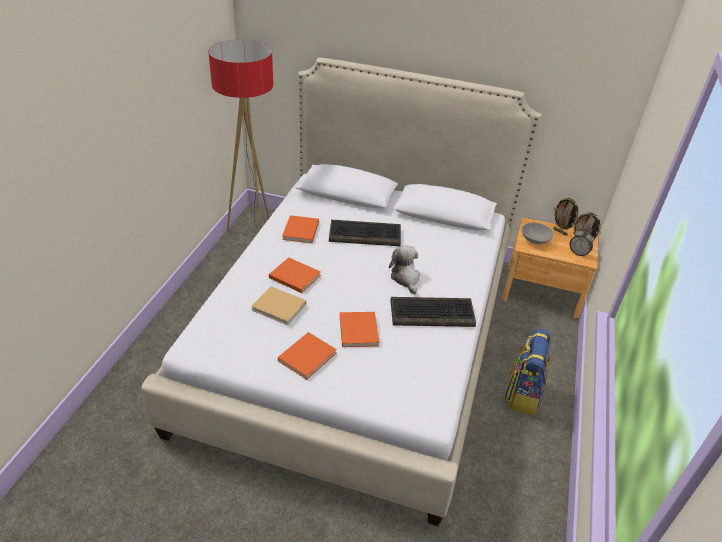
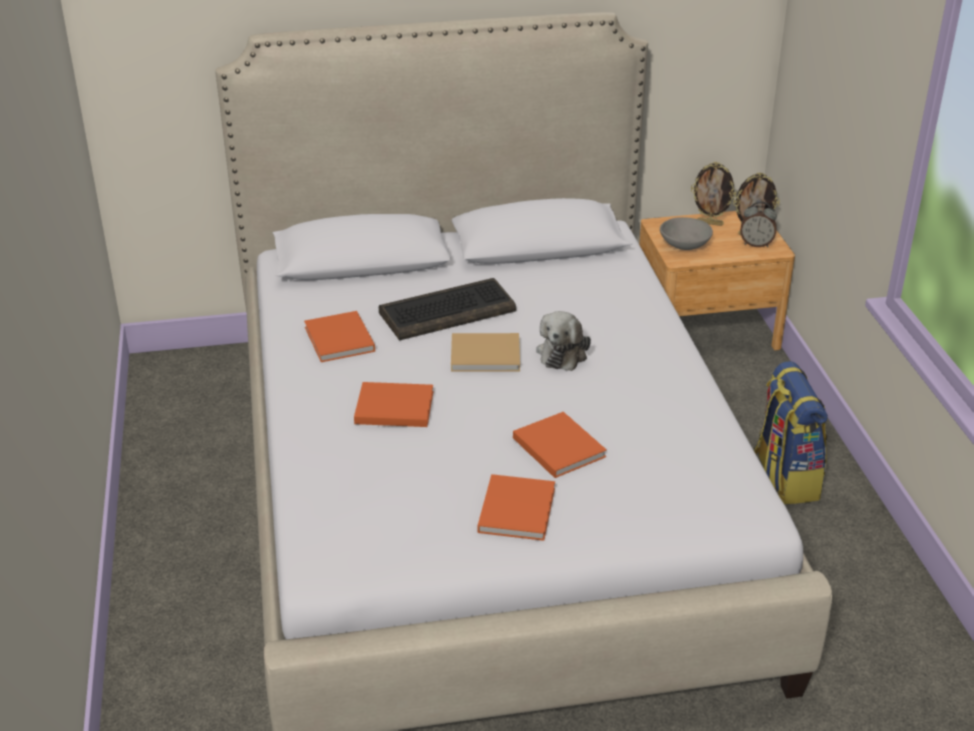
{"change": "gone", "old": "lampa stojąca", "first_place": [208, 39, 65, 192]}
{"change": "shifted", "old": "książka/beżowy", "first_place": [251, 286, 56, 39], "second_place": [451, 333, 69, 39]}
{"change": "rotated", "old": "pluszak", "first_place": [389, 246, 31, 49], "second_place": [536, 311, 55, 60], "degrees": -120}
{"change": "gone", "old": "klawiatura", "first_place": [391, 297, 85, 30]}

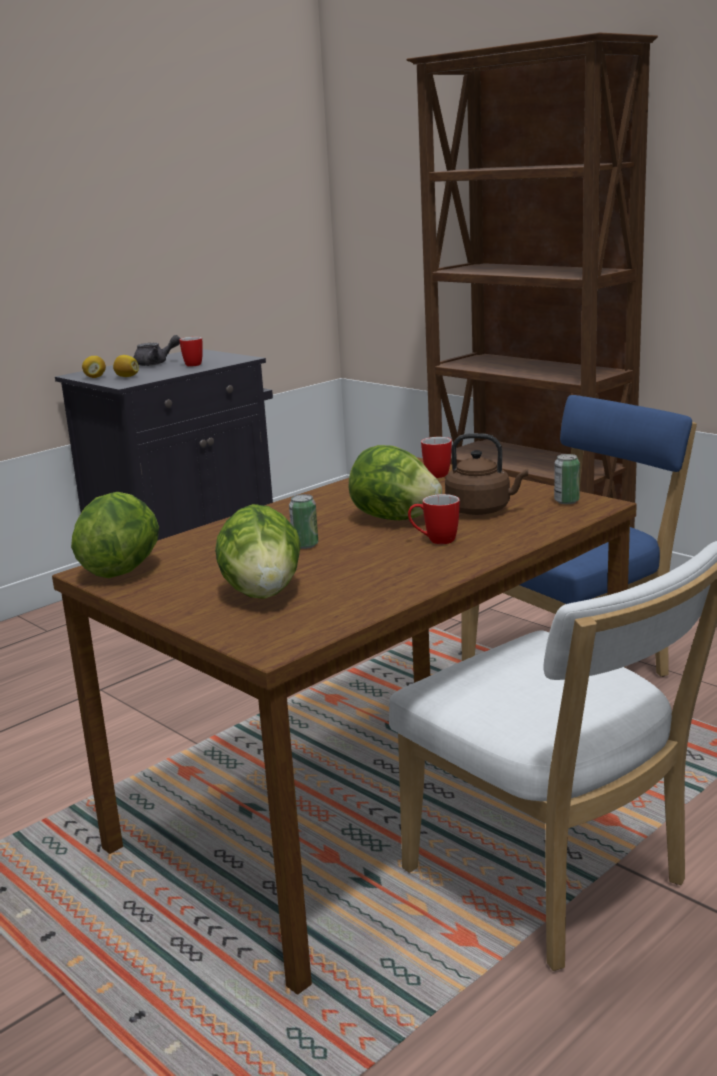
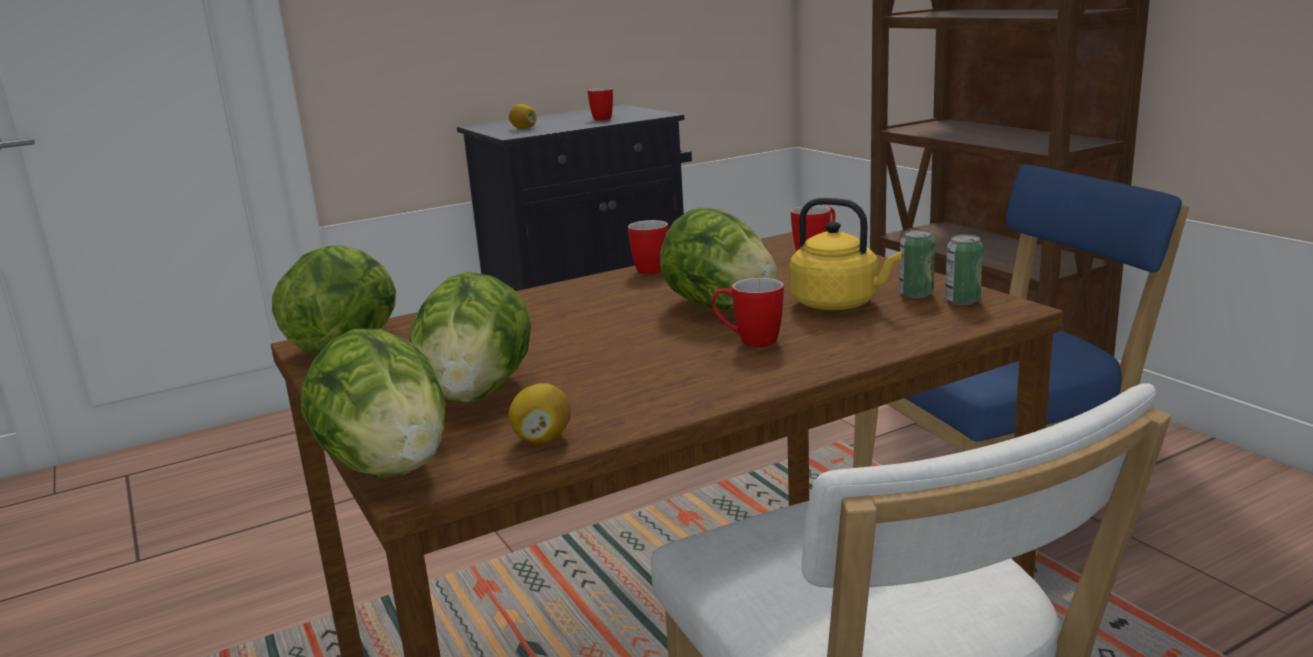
{"change": "shifted", "old": "cytryna", "first_place": [82, 356, 24, 22], "second_place": [509, 383, 62, 61]}
{"change": "gone", "old": "imbryk/szary", "first_place": [133, 335, 48, 31]}
{"change": "shifted", "old": "puszka", "first_place": [289, 494, 29, 55], "second_place": [899, 230, 36, 68]}
{"change": "repainted", "old": "czajnik/brązowy", "new": "czajnik/żółty", "first_place": [445, 433, 83, 82], "second_place": [789, 198, 113, 112]}
{"change": "new", "new": "sałata", "second_place": [301, 329, 145, 149]}
{"change": "new", "new": "kubek", "second_place": [628, 220, 40, 54]}

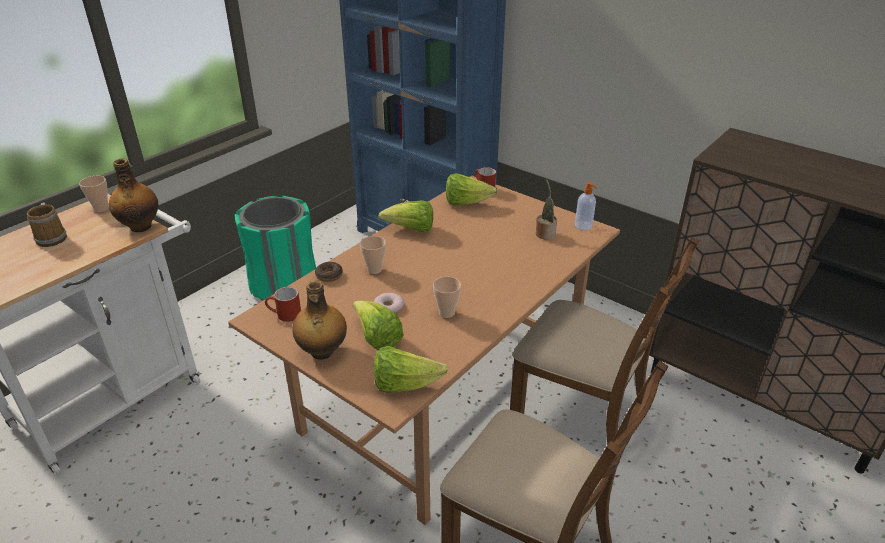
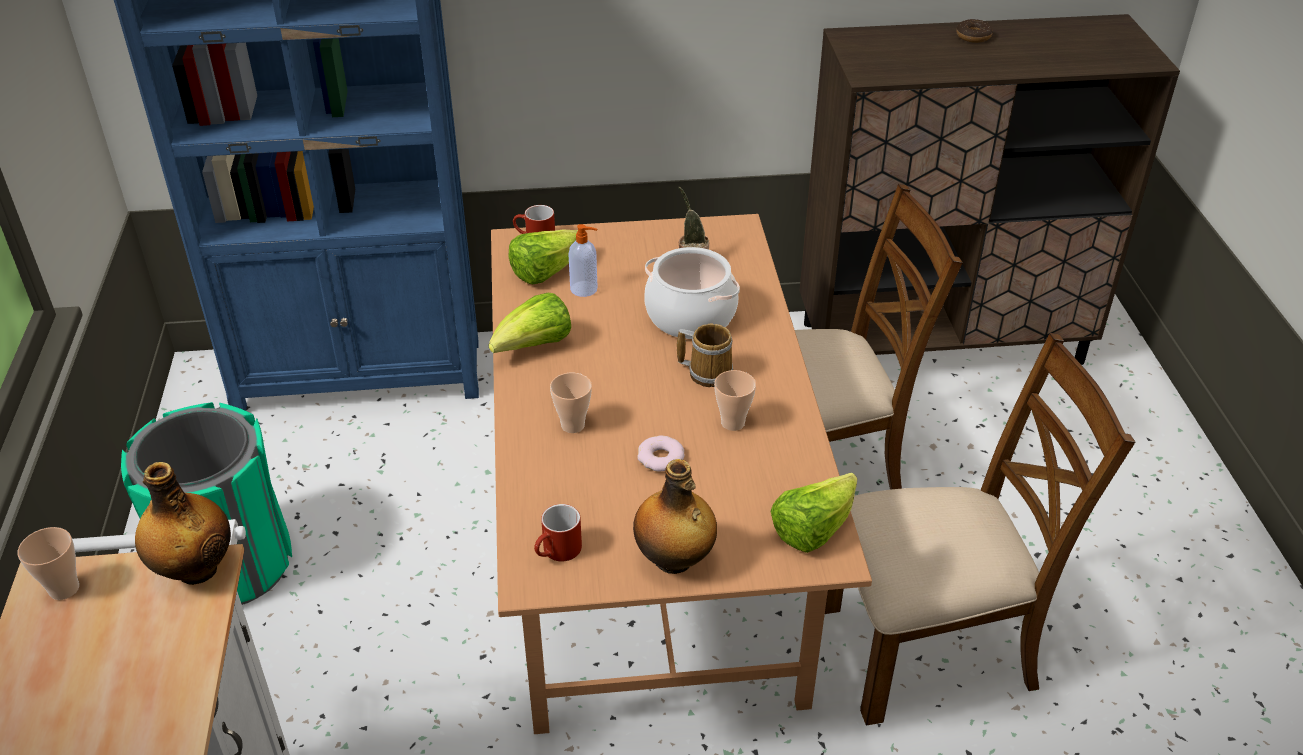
{"change": "shifted", "old": "kubek", "first_place": [27, 202, 40, 45], "second_place": [677, 324, 56, 63]}
{"change": "shifted", "old": "donut", "first_place": [315, 262, 28, 20], "second_place": [956, 19, 37, 24]}
{"change": "gone", "old": "sałata", "first_place": [352, 300, 52, 50]}
{"change": "shifted", "old": "dozownik mydła", "first_place": [575, 182, 22, 48], "second_place": [568, 224, 29, 73]}
{"change": "new", "new": "garnek", "second_place": [644, 247, 96, 92]}

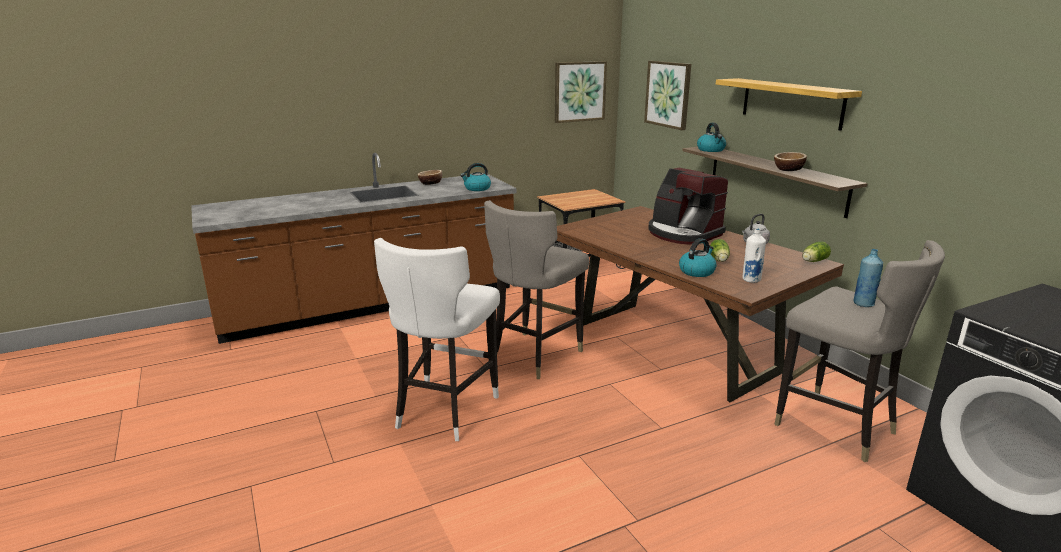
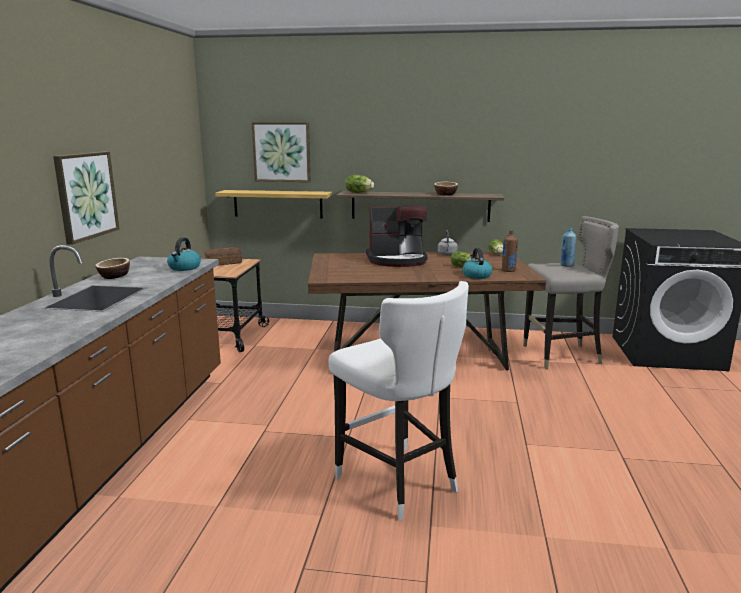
{"change": "gone", "old": "stołek/szary", "first_place": [484, 200, 105, 179]}
{"change": "shifted", "old": "obraz", "first_place": [555, 61, 52, 62], "second_place": [53, 152, 67, 93]}
{"change": "swapped", "old": "czajnik", "new": "sałata", "first_place": [697, 123, 29, 29], "second_place": [345, 175, 29, 18]}
{"change": "shifted", "old": "półka", "first_place": [716, 78, 146, 53], "second_place": [215, 190, 117, 29]}
{"change": "repainted", "old": "butelka/biały", "new": "butelka/brązowy", "first_place": [742, 228, 24, 55], "second_place": [502, 230, 16, 42]}
{"change": "new", "new": "chleb", "second_place": [204, 247, 38, 18]}

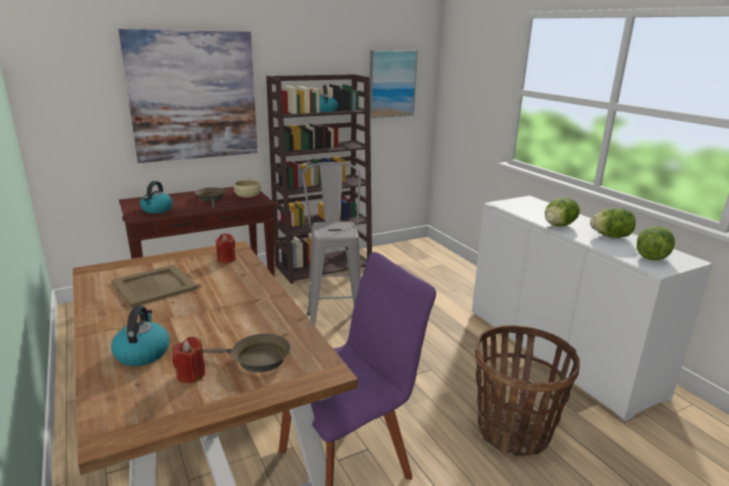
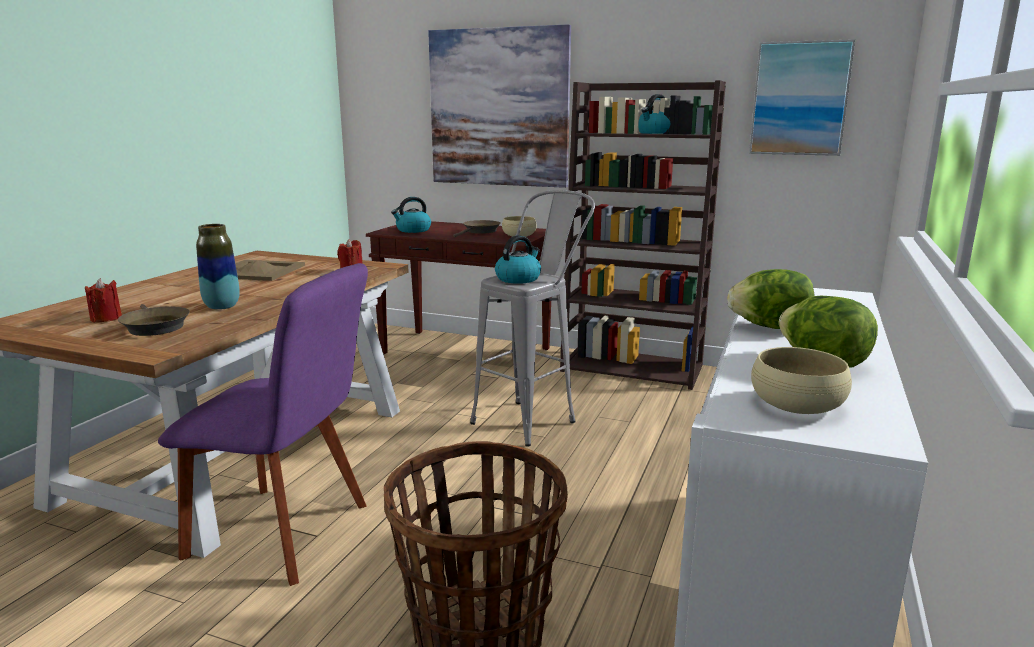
{"change": "shifted", "old": "czajnik", "first_place": [111, 306, 59, 60], "second_place": [495, 235, 46, 49]}
{"change": "swapped", "old": "sałata", "new": "miska/beżowy", "first_place": [637, 226, 38, 34], "second_place": [751, 347, 101, 67]}
{"change": "new", "new": "wazon", "second_place": [196, 224, 44, 86]}

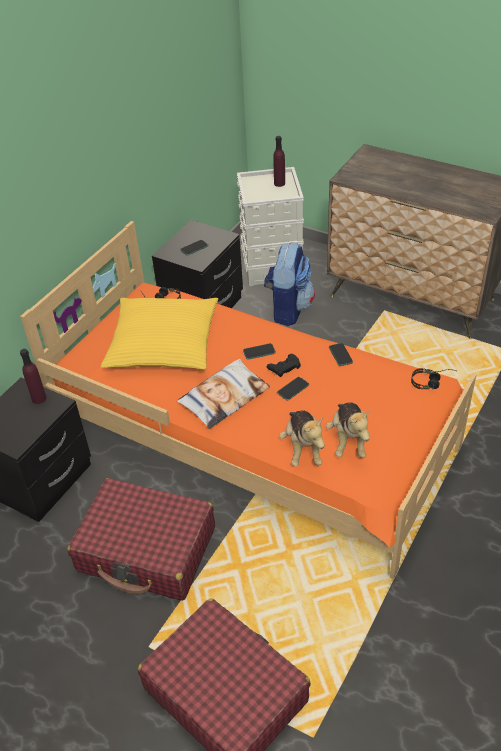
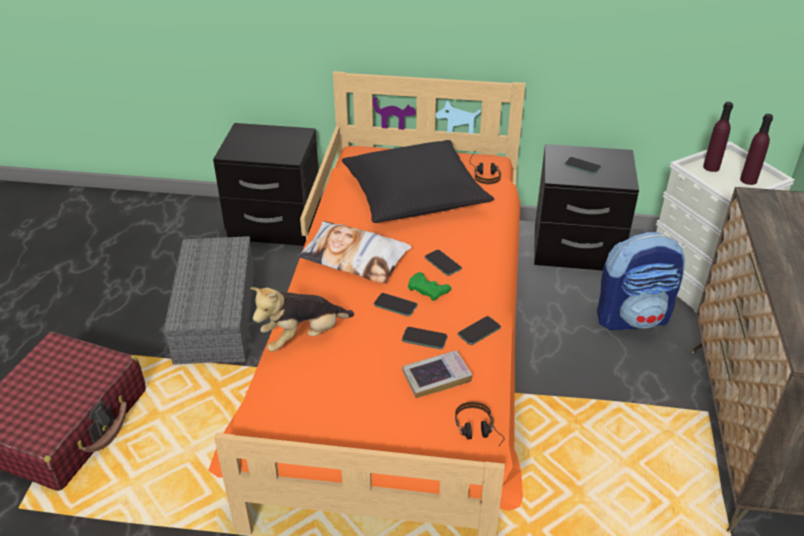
{"change": "shifted", "old": "butelka/fioletowy", "first_place": [20, 349, 26, 55], "second_place": [703, 102, 30, 70]}
{"change": "swapped", "old": "walizka/czerwony", "new": "pojemnik do przechowywania/szary", "first_place": [67, 478, 148, 123], "second_place": [163, 236, 91, 129]}
{"change": "repainted", "old": "poduszka/żółty", "new": "poduszka/czarny", "first_place": [101, 298, 117, 71], "second_place": [342, 140, 152, 83]}
{"change": "repainted", "old": "pad do gier/czarny", "new": "pad do gier/zielony", "first_place": [267, 354, 34, 23], "second_place": [408, 272, 44, 29]}
{"change": "gone", "old": "pluszak", "first_place": [326, 402, 44, 56]}
{"change": "new", "new": "telefon", "second_place": [402, 327, 45, 22]}
{"change": "new", "new": "książka", "second_place": [402, 350, 70, 48]}

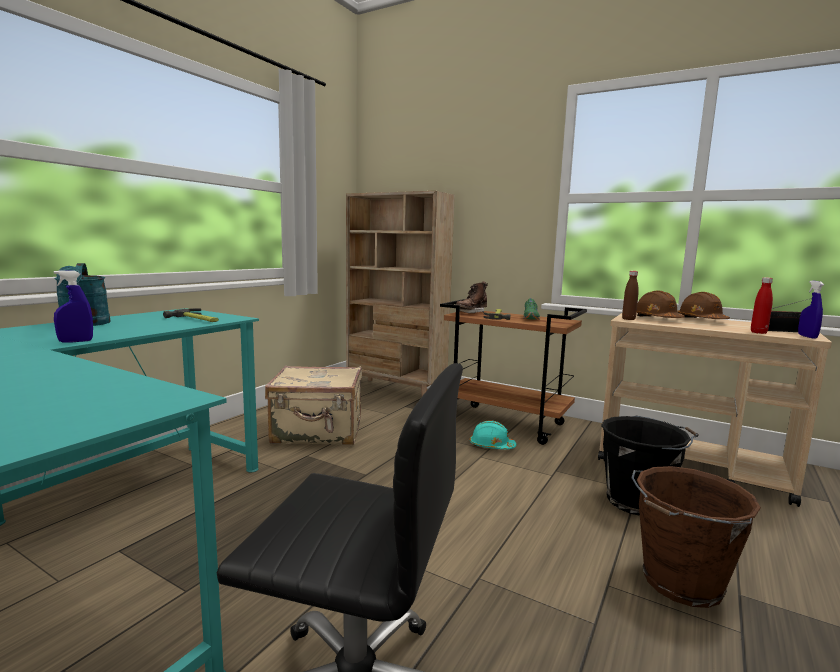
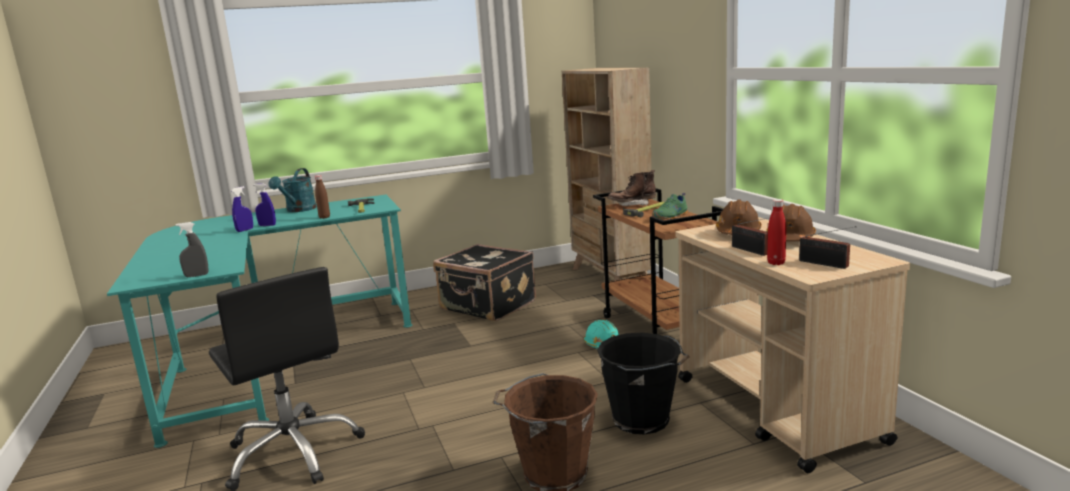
{"change": "repainted", "old": "walizka/beżowy", "new": "walizka/czarny", "first_place": [265, 366, 97, 79], "second_place": [433, 244, 103, 77]}
{"change": "shifted", "old": "butelka/brązowy", "first_place": [622, 271, 17, 49], "second_place": [315, 175, 15, 44]}
{"change": "shifted", "old": "spryskiwacz/niebieski", "first_place": [798, 281, 26, 57], "second_place": [231, 186, 22, 46]}
{"change": "new", "new": "spryskiwacz/szary", "second_place": [176, 222, 33, 55]}
{"change": "new", "new": "radio", "second_place": [732, 218, 36, 38]}

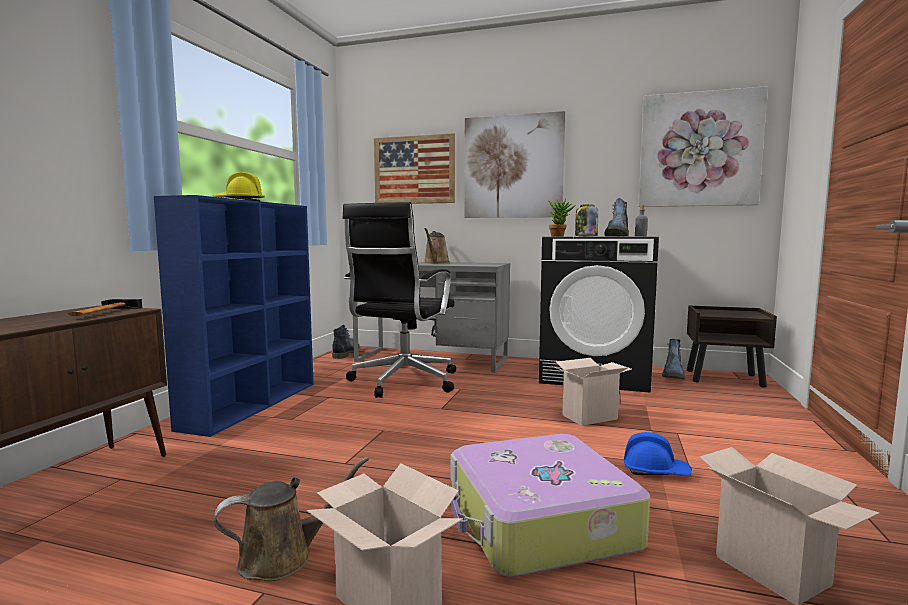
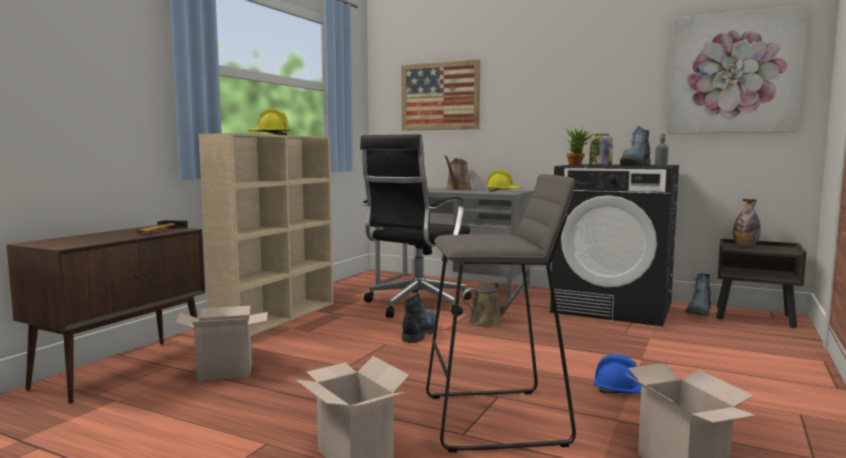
{"change": "repainted", "old": "regał/niebieski", "new": "regał/beżowy", "first_place": [154, 195, 159, 242], "second_place": [199, 133, 134, 203]}
{"change": "shifted", "old": "konewka/brązowy", "first_place": [214, 457, 155, 124], "second_place": [462, 277, 68, 50]}
{"change": "shifted", "old": "but z cholewką", "first_place": [332, 325, 27, 34], "second_place": [402, 293, 36, 50]}
{"change": "swapped", "old": "walizka", "new": "stołek/szary", "first_place": [451, 434, 199, 143], "second_place": [426, 174, 150, 278]}
{"change": "gone", "old": "obraz", "first_place": [464, 111, 101, 107]}
{"change": "shifted", "old": "karton", "first_place": [552, 358, 80, 68], "second_place": [175, 306, 93, 75]}
{"change": "new", "new": "kask/żółty", "second_place": [486, 170, 36, 22]}
{"change": "new", "new": "butelka", "second_place": [733, 199, 28, 47]}

